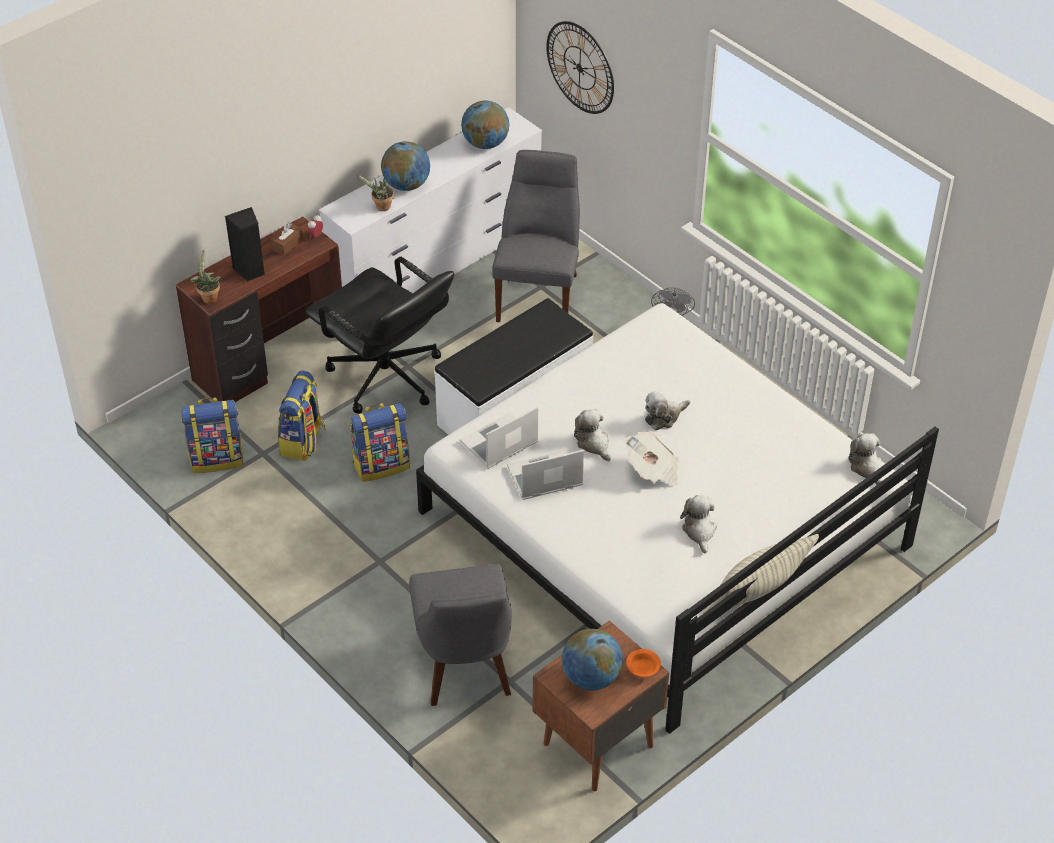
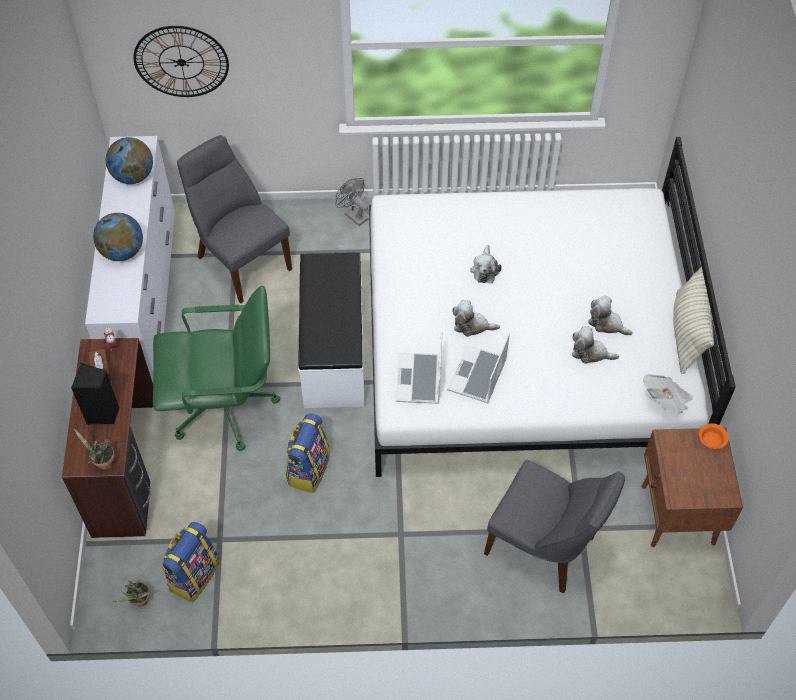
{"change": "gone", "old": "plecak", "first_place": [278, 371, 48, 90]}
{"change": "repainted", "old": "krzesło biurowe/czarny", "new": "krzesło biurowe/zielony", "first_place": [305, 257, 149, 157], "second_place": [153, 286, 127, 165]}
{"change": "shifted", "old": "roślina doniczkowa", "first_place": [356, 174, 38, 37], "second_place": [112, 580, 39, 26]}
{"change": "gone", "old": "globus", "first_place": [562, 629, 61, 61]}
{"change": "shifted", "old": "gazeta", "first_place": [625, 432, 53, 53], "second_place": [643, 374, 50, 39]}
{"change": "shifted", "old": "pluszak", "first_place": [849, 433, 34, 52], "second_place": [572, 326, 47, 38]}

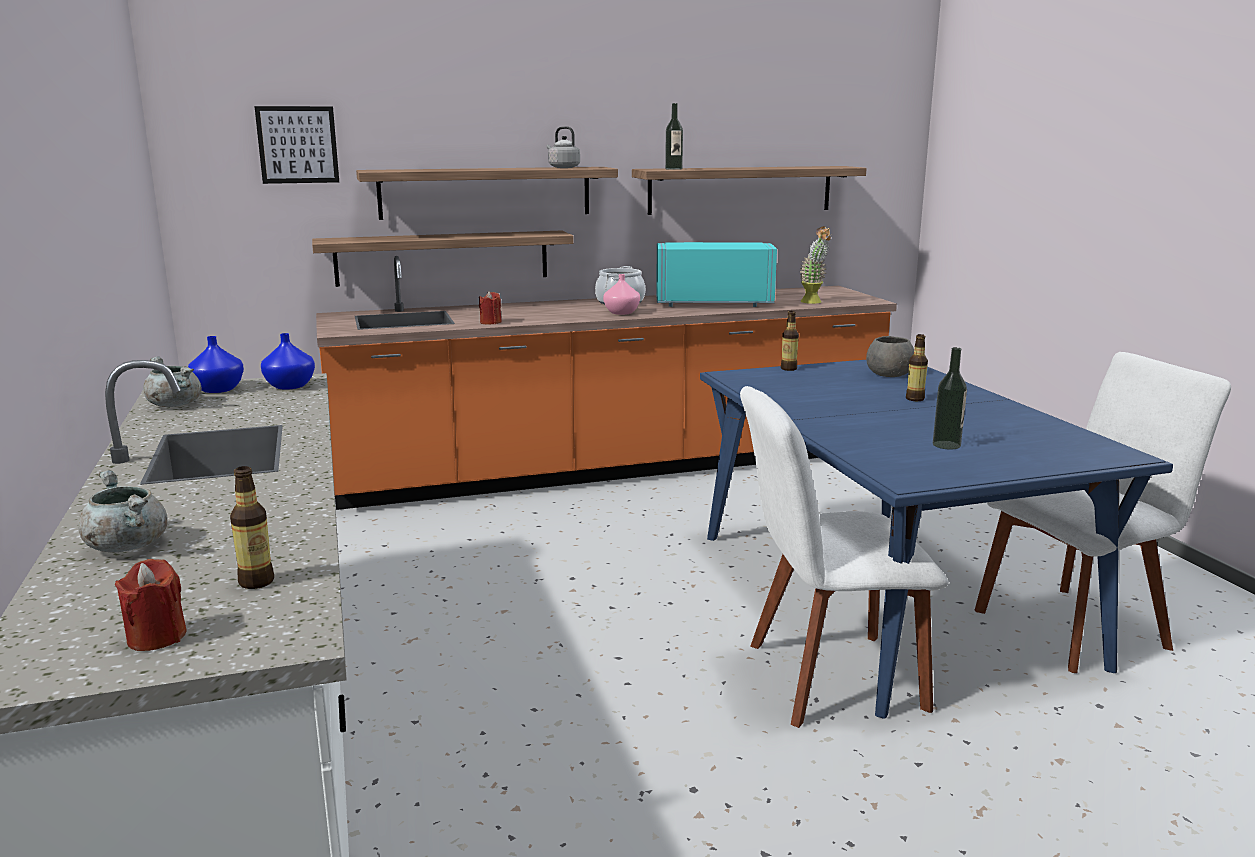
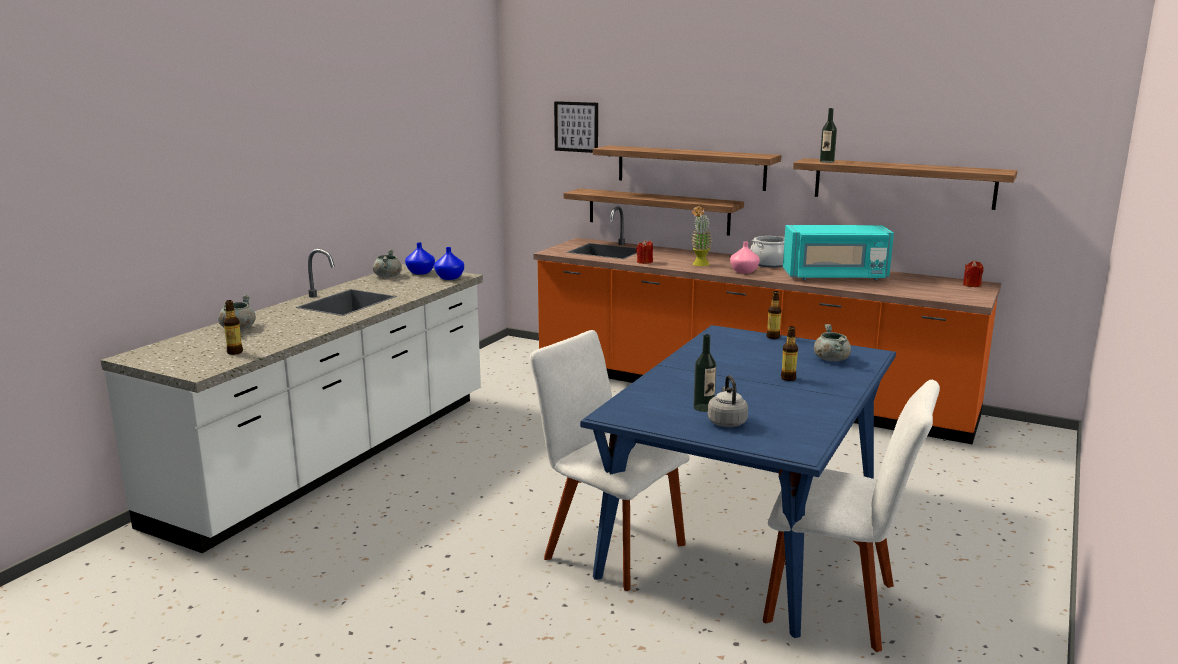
{"change": "shifted", "old": "świeca/czerwony", "first_place": [115, 559, 72, 92], "second_place": [963, 261, 21, 26]}
{"change": "shifted", "old": "czajnik/szary", "first_place": [547, 126, 33, 42], "second_place": [708, 375, 40, 52]}
{"change": "rotated", "old": "mikrofalówka/turkusowy", "first_place": [656, 242, 121, 65], "second_place": [783, 225, 111, 55], "degrees": 135}
{"change": "shifted", "old": "roślina doniczkowa", "first_place": [800, 226, 31, 78], "second_place": [691, 206, 22, 60]}
{"change": "swapped", "old": "miska/szary", "new": "garnek/szary", "first_place": [866, 336, 48, 41], "second_place": [814, 324, 37, 37]}

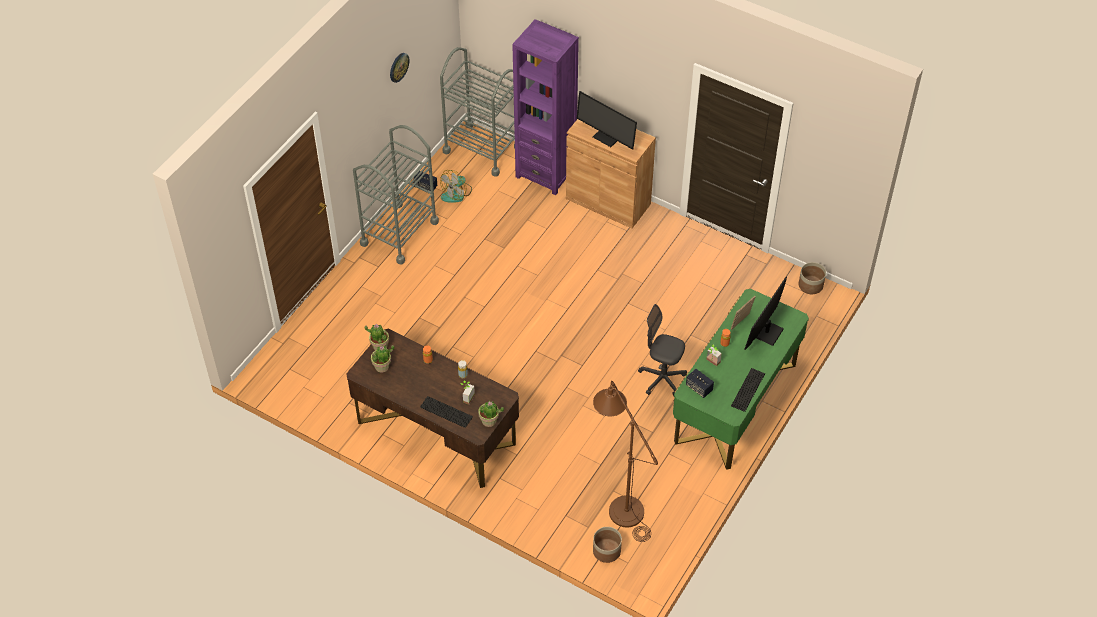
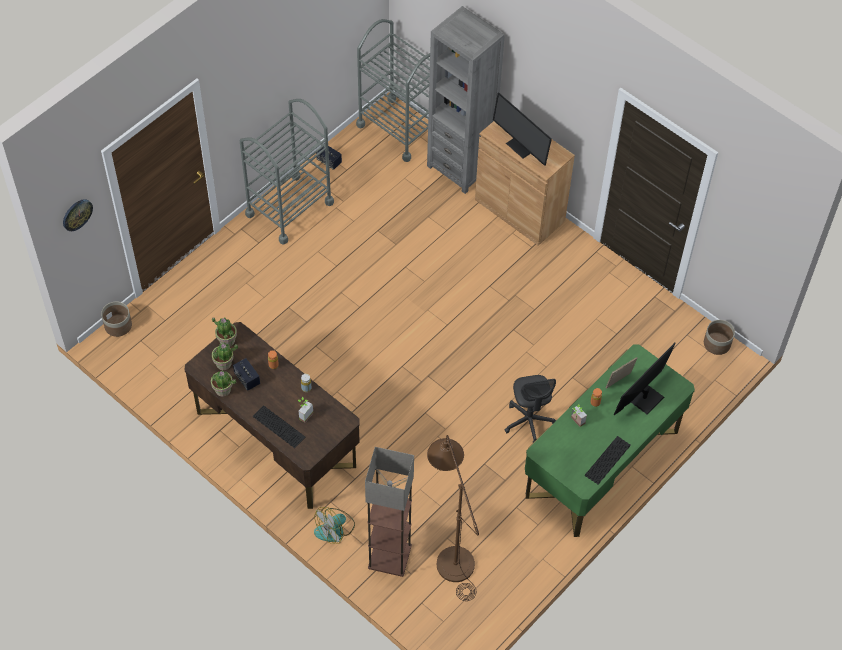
{"change": "shifted", "old": "zegar ścienny", "first_place": [390, 53, 19, 30], "second_place": [63, 199, 30, 32]}
{"change": "shifted", "old": "wentylator", "first_place": [440, 170, 32, 33], "second_place": [314, 507, 41, 37]}
{"change": "shifted", "old": "roślina doniczkowa", "first_place": [478, 401, 26, 26], "second_place": [211, 370, 25, 27]}
{"change": "repainted", "old": "regał/fioletowy", "new": "regał/szary", "first_place": [512, 19, 67, 176], "second_place": [427, 6, 78, 188]}
{"change": "shifted", "old": "donica", "first_place": [593, 527, 29, 36], "second_place": [101, 301, 31, 36]}
{"change": "rotated", "old": "krzesło biurowe/szary", "first_place": [638, 304, 49, 92], "second_place": [505, 375, 51, 67], "degrees": -135}
{"change": "shifted", "old": "głośnik", "first_place": [686, 369, 28, 29], "second_place": [233, 358, 27, 33]}
{"change": "new", "new": "lampa stojąca", "second_place": [365, 447, 49, 130]}

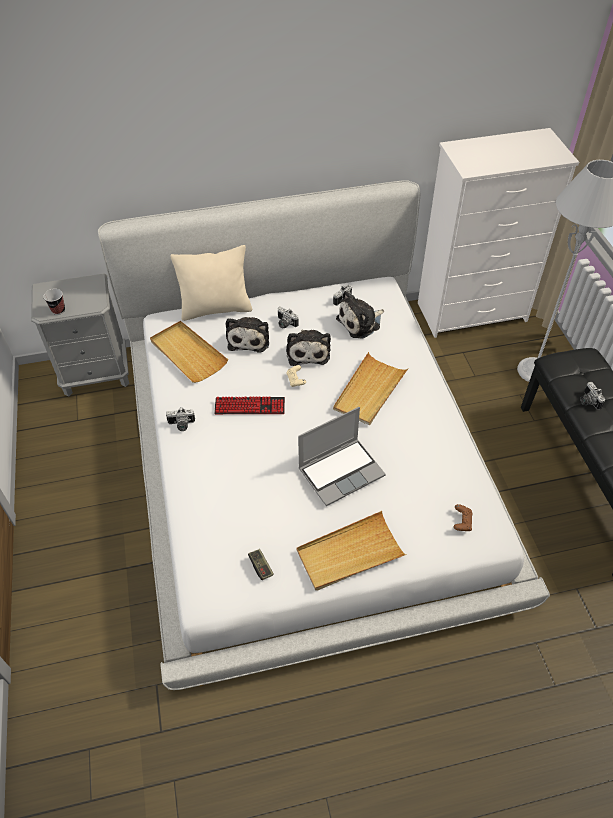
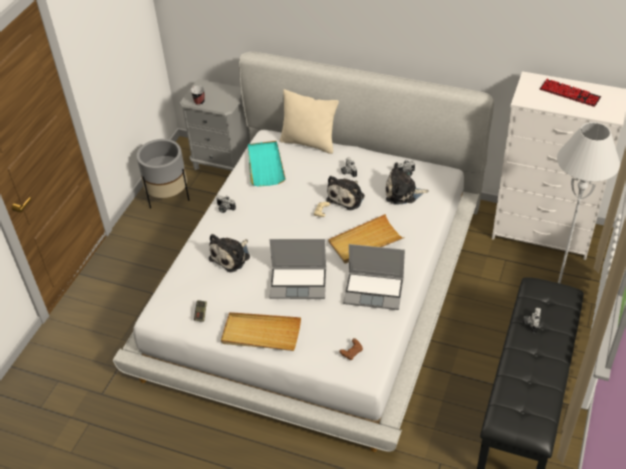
{"change": "repainted", "old": "taca/beżowy", "new": "taca/turkusowy", "first_place": [150, 321, 78, 62], "second_place": [248, 141, 38, 46]}
{"change": "shifted", "old": "klawiatura", "first_place": [214, 397, 71, 17], "second_place": [540, 79, 61, 28]}
{"change": "shifted", "old": "pluszak", "first_place": [226, 317, 43, 36], "second_place": [209, 234, 41, 38]}
{"change": "new", "new": "donica/szary", "second_place": [137, 139, 53, 70]}
{"change": "new", "new": "laptop", "second_place": [343, 244, 62, 66]}

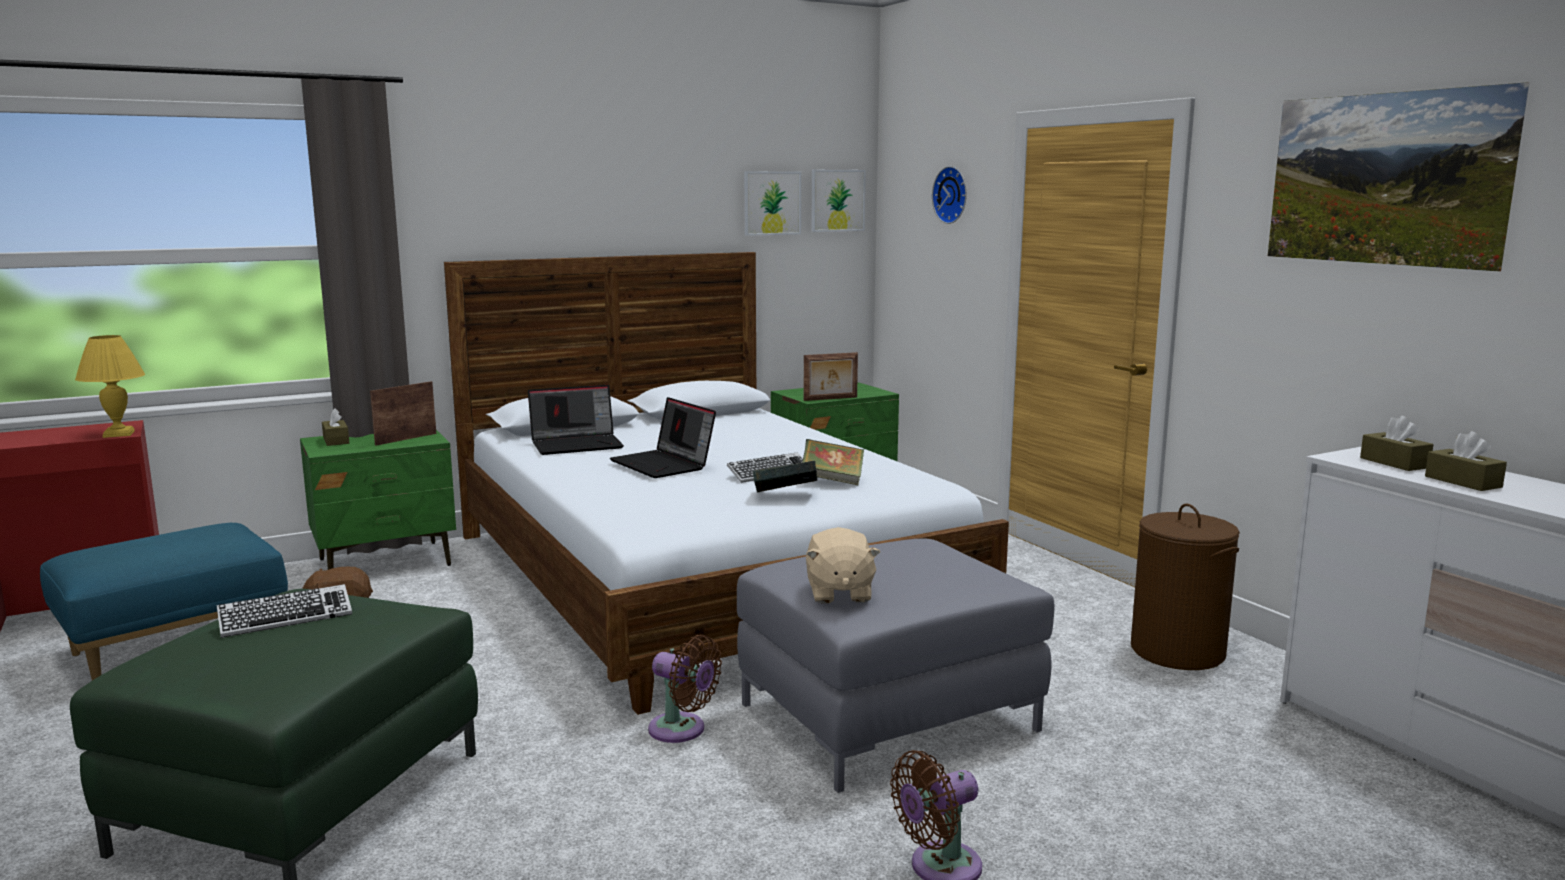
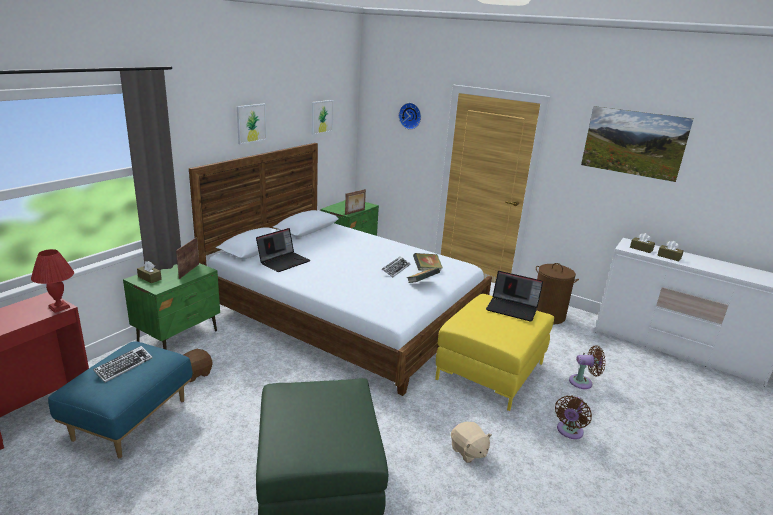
{"change": "repainted", "old": "lampa stołowa/żółty", "new": "lampa stołowa/czerwony", "first_place": [75, 335, 70, 103], "second_place": [31, 249, 43, 64]}
{"change": "shifted", "old": "klawiatura", "first_place": [216, 584, 136, 54], "second_place": [93, 346, 59, 37]}
{"change": "shifted", "old": "laptop", "first_place": [610, 397, 106, 81], "second_place": [486, 271, 57, 51]}
{"change": "shifted", "old": "wentylator/brązowy", "first_place": [648, 635, 74, 108], "second_place": [569, 345, 37, 44]}
{"change": "repainted", "old": "pufa/szary", "new": "pufa/żółty", "first_place": [737, 539, 317, 254], "second_place": [435, 294, 119, 117]}
{"change": "shifted", "old": "pluszak/beżowy", "first_place": [806, 527, 74, 76], "second_place": [451, 422, 41, 41]}
{"change": "shifted", "old": "obraz", "first_place": [811, 170, 55, 62], "second_place": [237, 104, 30, 40]}

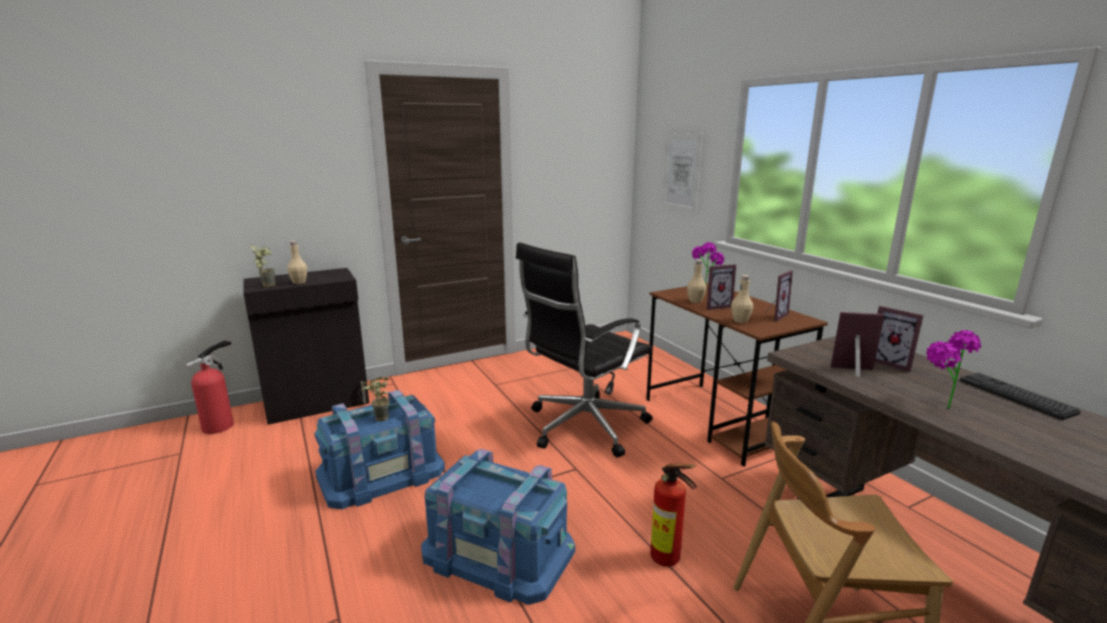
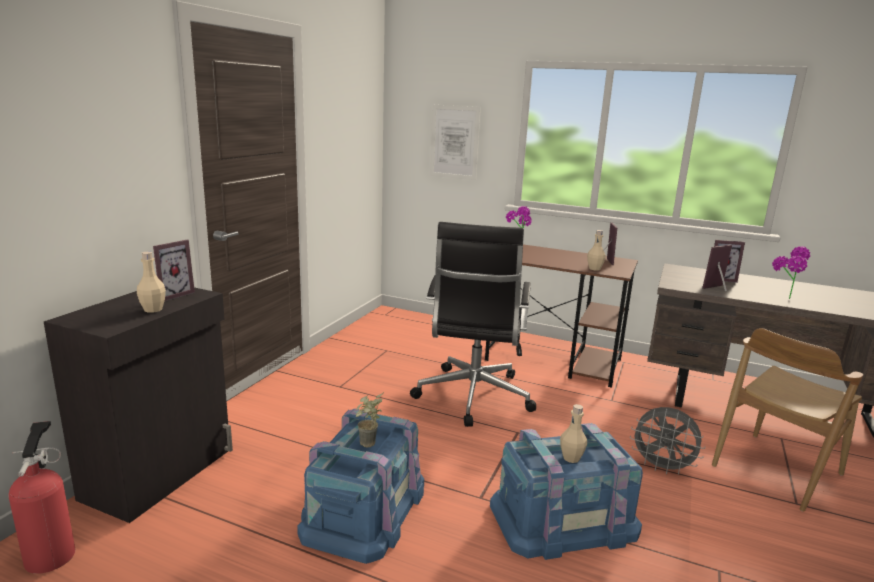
{"change": "gone", "old": "roślina doniczkowa", "first_place": [250, 245, 25, 42]}
{"change": "swapped", "old": "gaśnica", "new": "wentylator/szary", "first_place": [650, 464, 47, 103], "second_place": [630, 407, 76, 68]}
{"change": "shifted", "old": "butelka/beżowy", "first_place": [687, 260, 20, 43], "second_place": [560, 404, 27, 59]}
{"change": "shifted", "old": "ramka na zdjęcie", "first_place": [707, 264, 29, 46], "second_place": [153, 240, 42, 61]}
{"change": "gone", "old": "klawiatura", "first_place": [960, 372, 121, 48]}

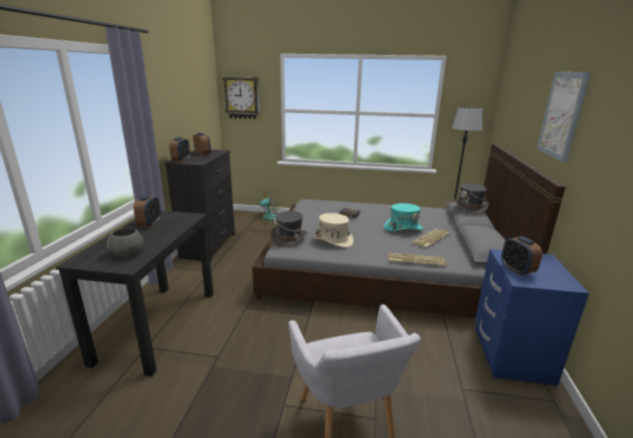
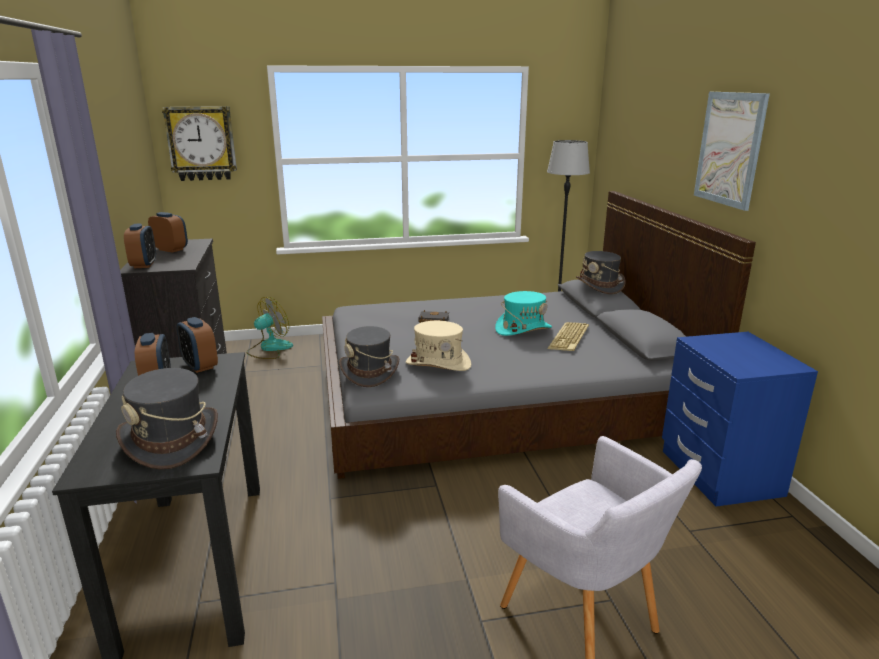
{"change": "swapped", "old": "miska/szary", "new": "kapelusz/szary", "first_place": [107, 228, 37, 28], "second_place": [116, 368, 102, 101]}
{"change": "gone", "old": "klawiatura", "first_place": [388, 253, 59, 14]}
{"change": "shifted", "old": "budzik", "first_place": [502, 236, 40, 39], "second_place": [177, 317, 41, 56]}

